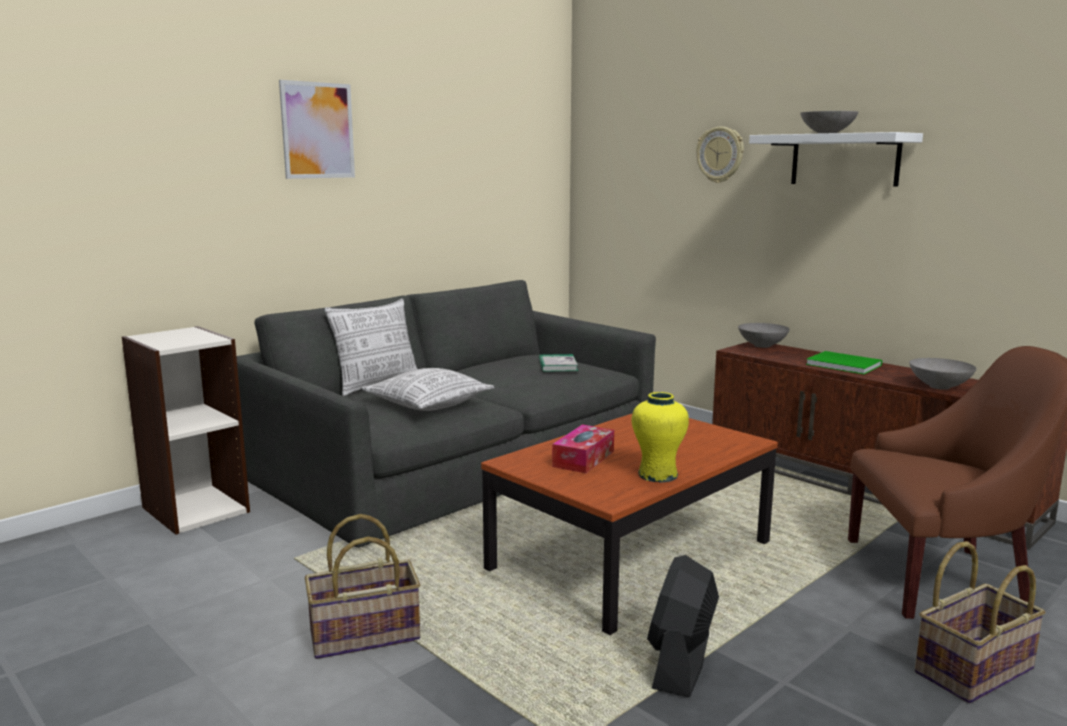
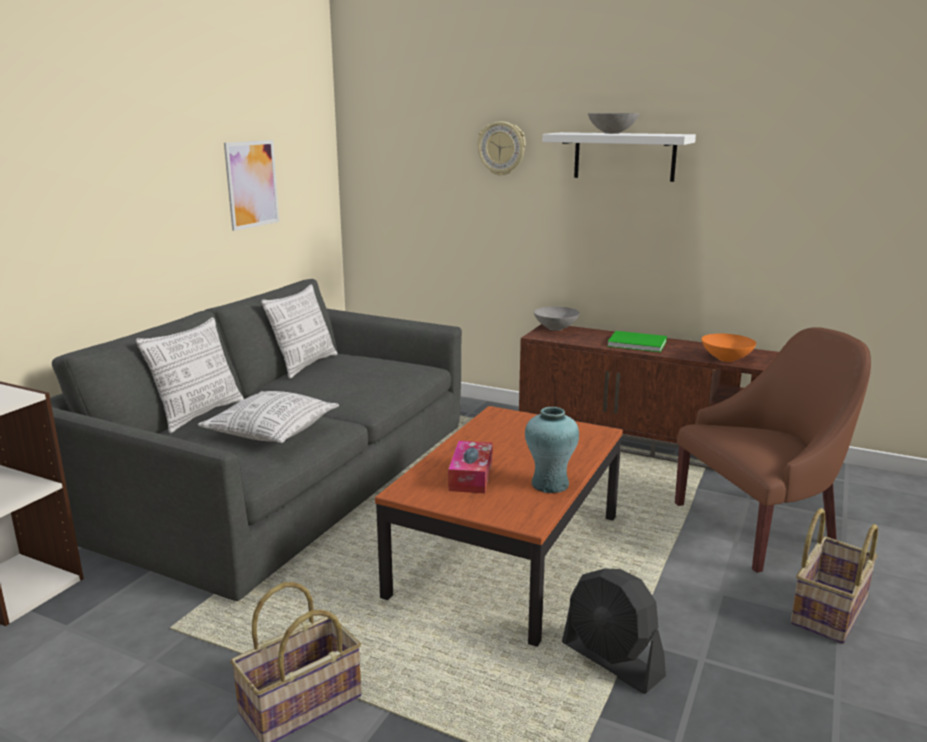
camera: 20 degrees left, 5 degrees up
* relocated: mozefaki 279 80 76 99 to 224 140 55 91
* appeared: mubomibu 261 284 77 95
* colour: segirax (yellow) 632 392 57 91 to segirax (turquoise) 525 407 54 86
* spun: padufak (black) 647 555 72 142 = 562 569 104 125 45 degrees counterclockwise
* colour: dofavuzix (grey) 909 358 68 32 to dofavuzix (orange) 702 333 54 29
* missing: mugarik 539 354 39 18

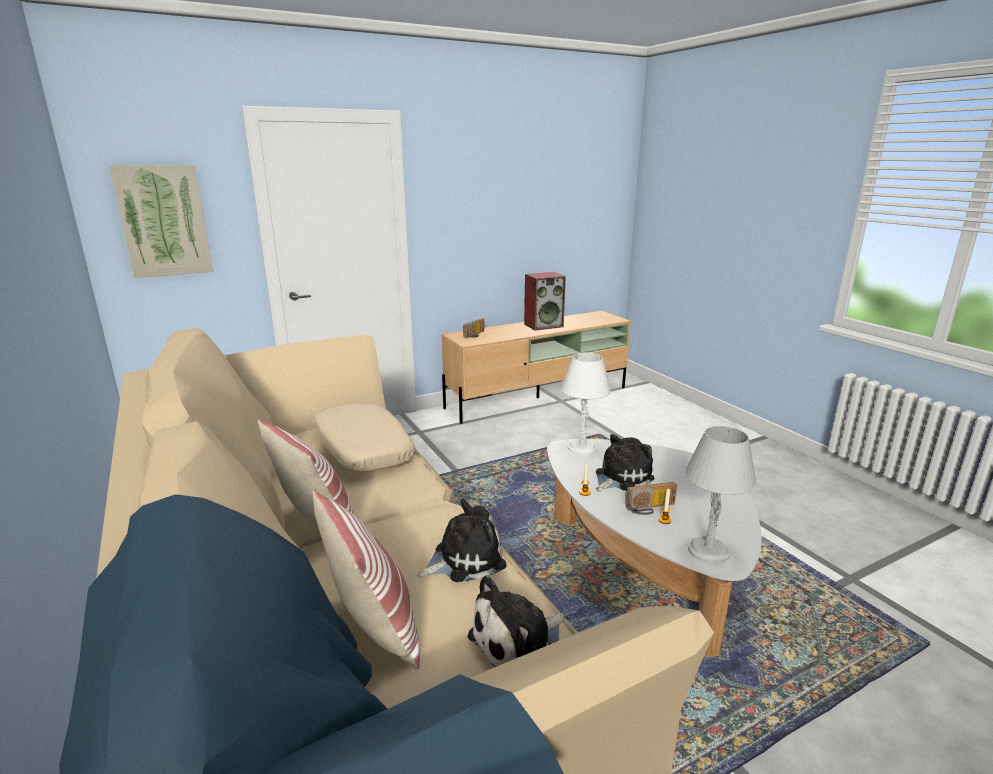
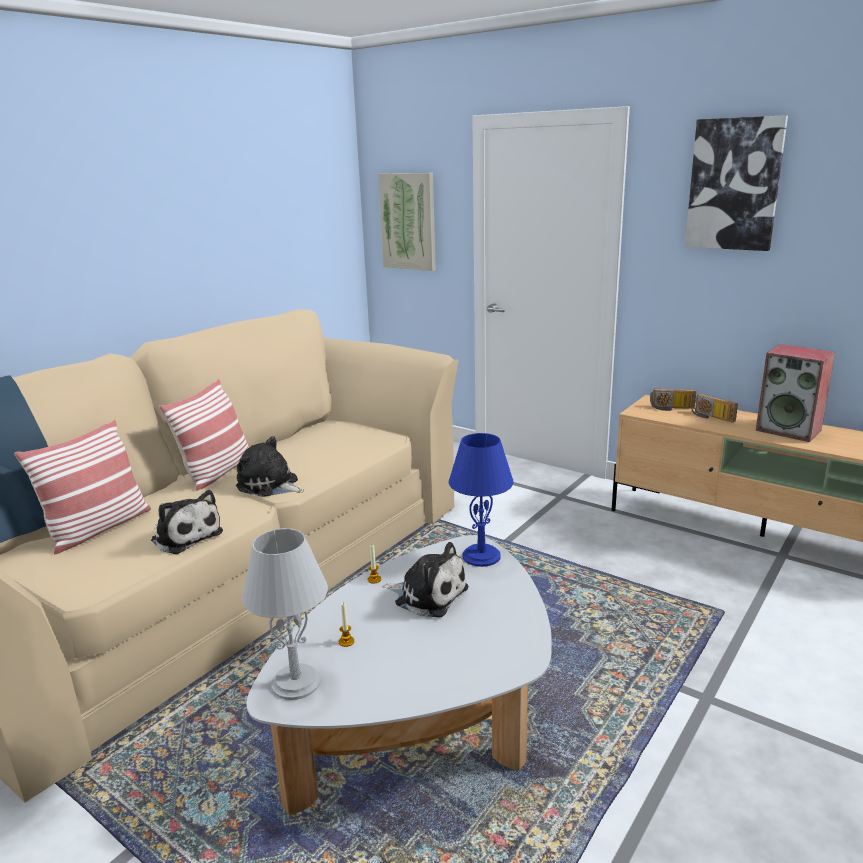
camera: 65 degrees right, 0 degrees up
* relocated: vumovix 468 575 97 92 to 236 436 69 61
* colour: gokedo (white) 561 353 50 102 to gokedo (blue) 449 433 65 134
* appeared: mozefaki 685 115 103 136
* relocated: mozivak 625 482 52 33 to 691 394 47 29
* missing: mubomibu (beige) 312 402 104 70

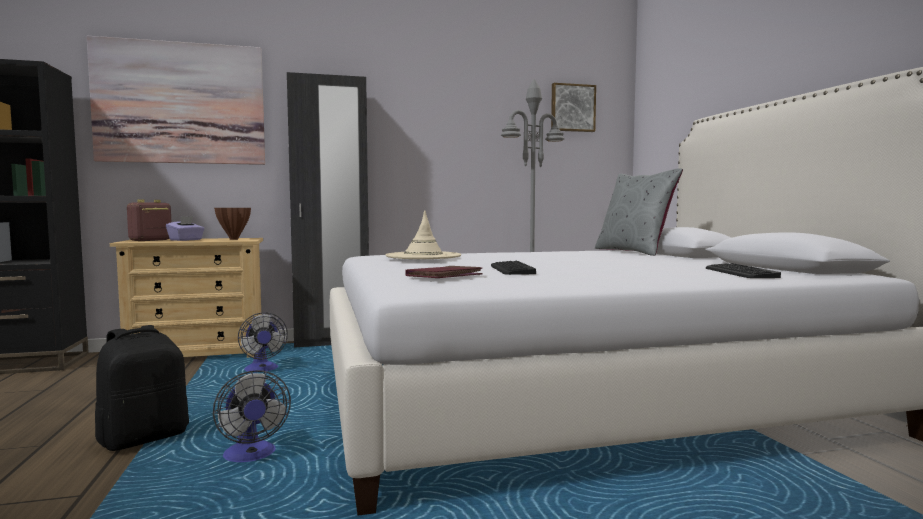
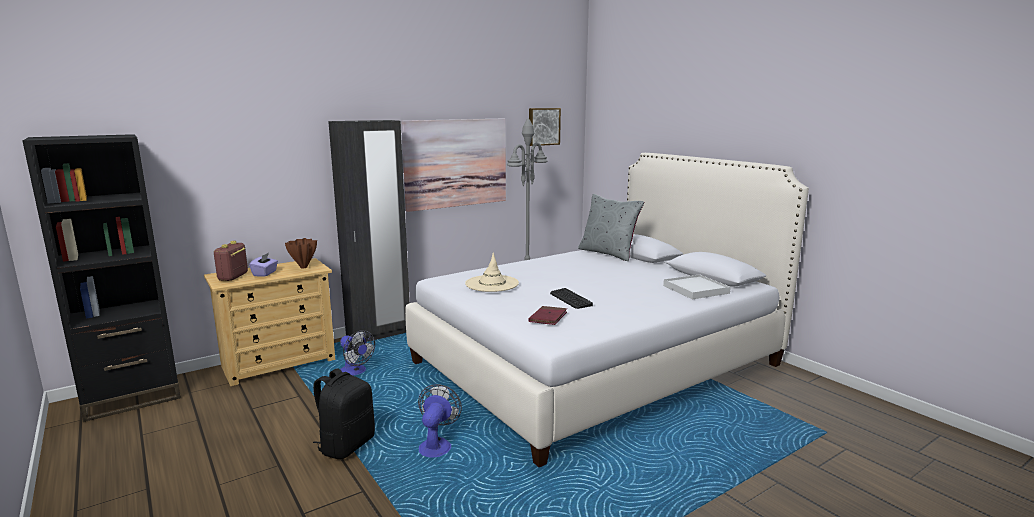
camera: 20 degrees left, 10 degrees up
* relocated: mozefaki 87 36 178 129 to 401 119 105 93
* spun: padufak 213 370 78 92 = 418 384 44 74 120 degrees counterclockwise
* exchanged: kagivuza 706 263 75 15 to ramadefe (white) 663 274 68 25

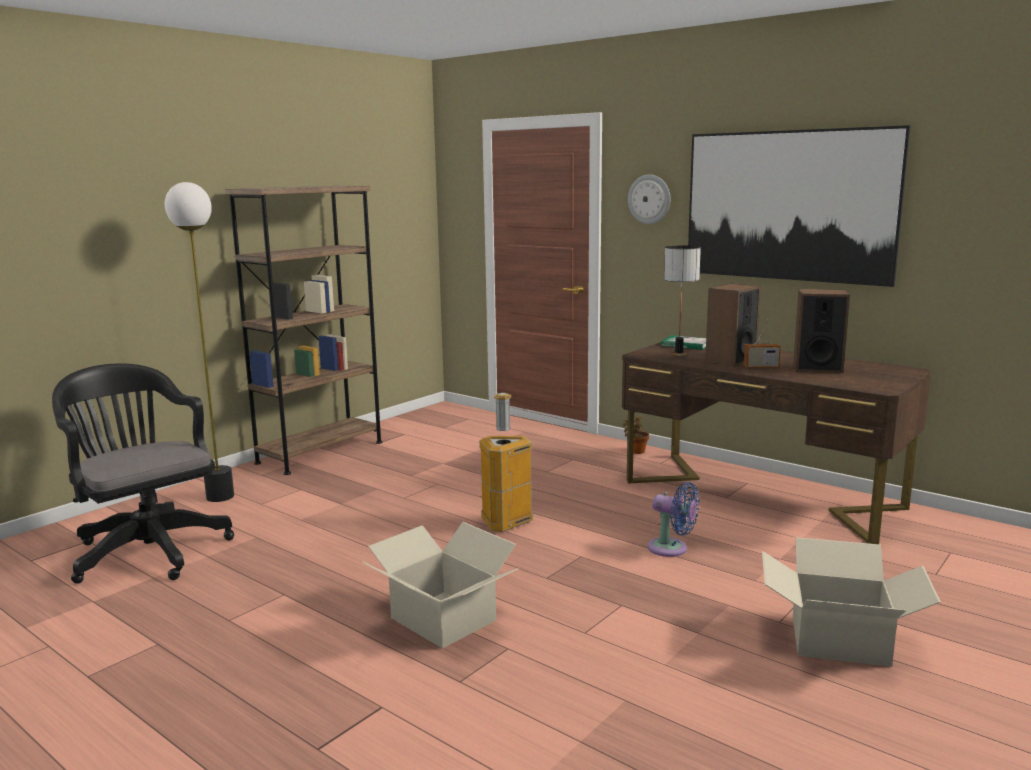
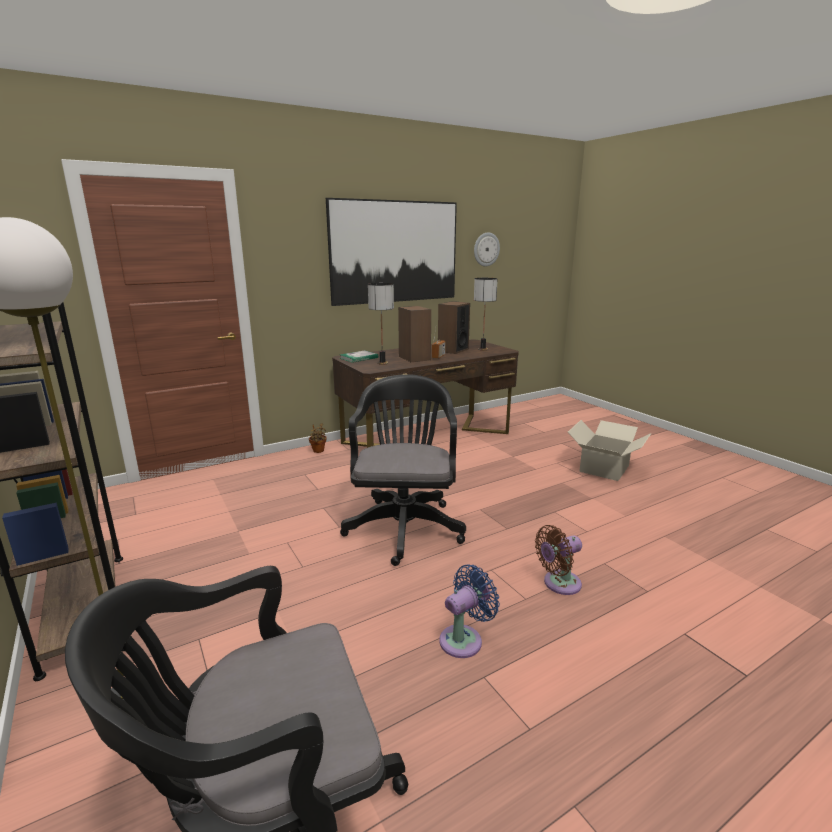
camera: 70 degrees left, 5 degrees up
* exchanged: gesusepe 479 393 54 139 to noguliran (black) 340 374 126 192
* relocated: padufak (blue) 648 482 52 75 to 439 564 61 94
* relocated: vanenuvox 628 174 42 50 to 474 232 26 34
* appeared: gokedo 474 278 24 72
* exchanged: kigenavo 363 522 155 127 to padufak (brown) 535 525 47 70

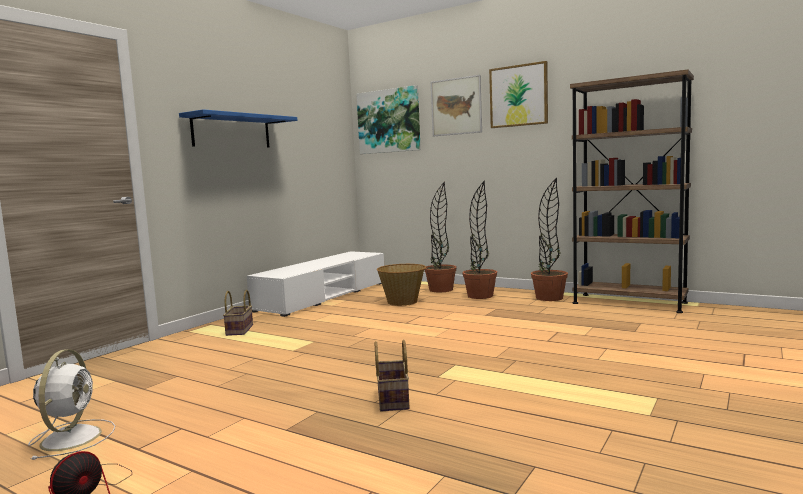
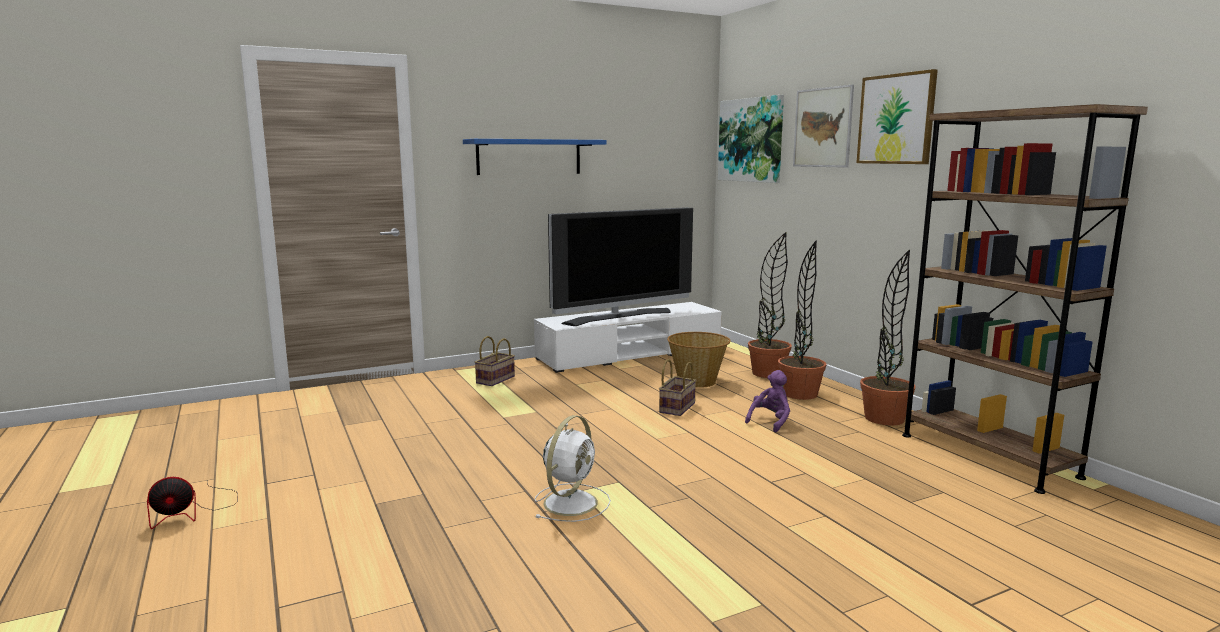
camera: 30 degrees right, 5 degrees up
* relocated: padufak (white) 28 349 88 111 to 535 415 76 107
* appeared: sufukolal 548 207 145 119
* relocated: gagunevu 374 339 36 72 to 659 359 37 57
* appeared: vumovix (purple) 745 370 45 62

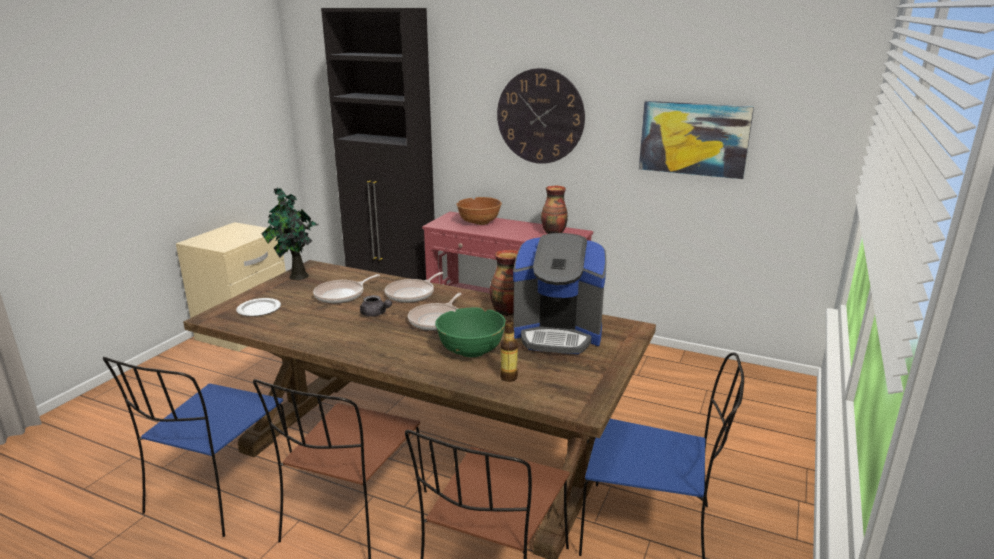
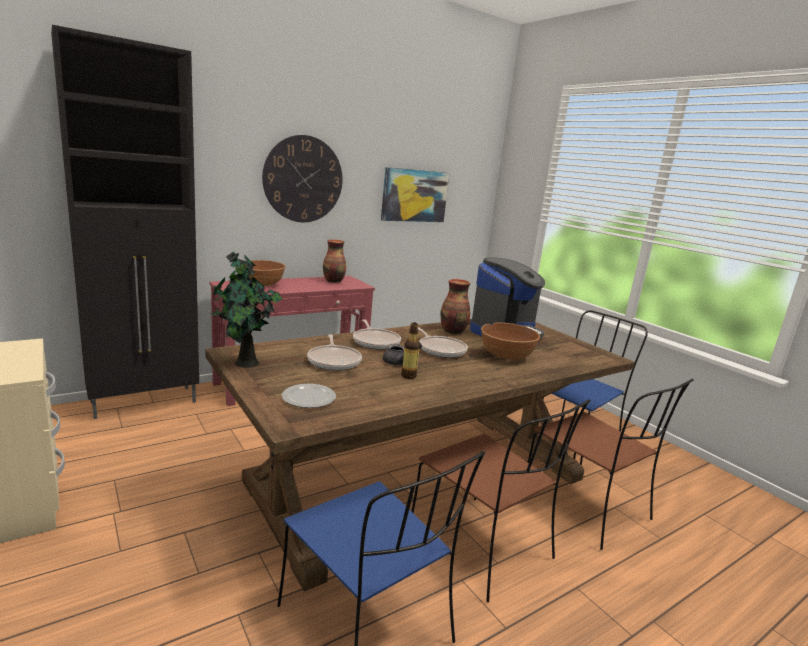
camera: 60 degrees left, 5 degrees down
* relocated: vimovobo 500 320 18 62 to 401 322 19 57
* colour: dofavuzix (green) 435 308 71 49 to dofavuzix (brown) 481 323 59 38

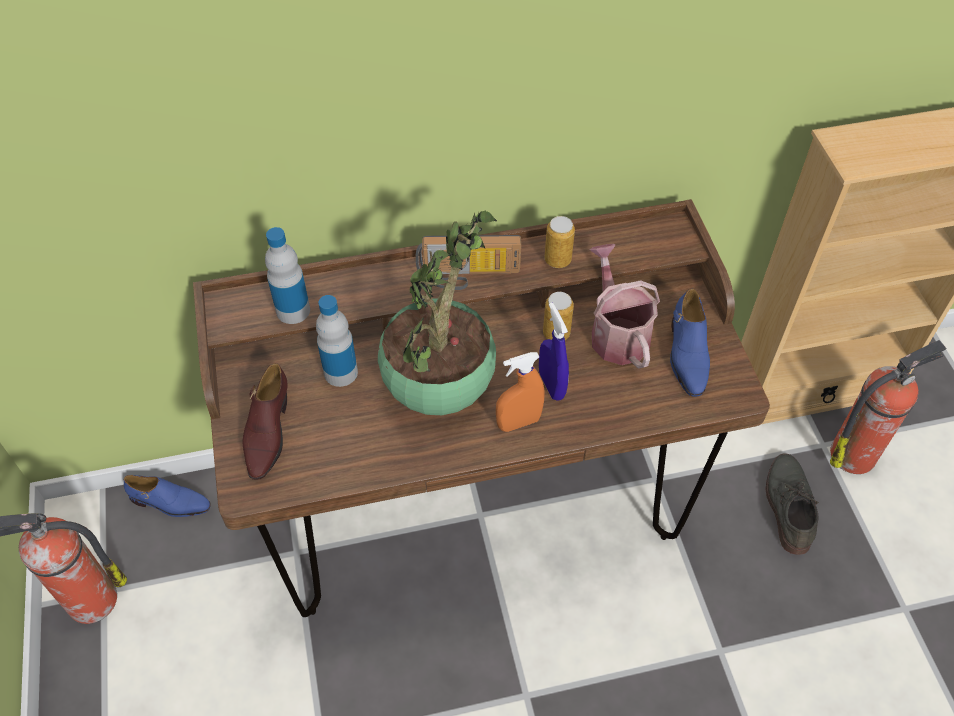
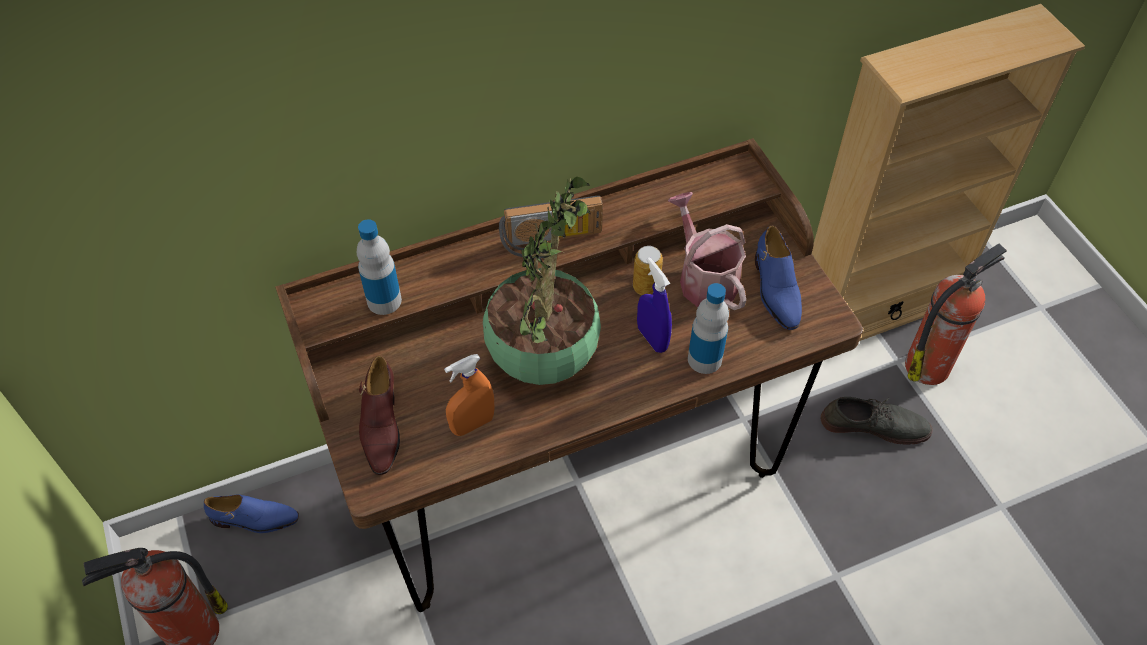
camera: 10 degrees left, 0 degrees up
* relocated: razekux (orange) 496 352 49 80 to 444 354 51 82
* relocated: vimovobo 316 295 42 92 to 688 283 41 91
* spun: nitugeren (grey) 765 453 54 102 = 821 397 112 48 105 degrees clockwise
* missing: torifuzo 544 216 31 52

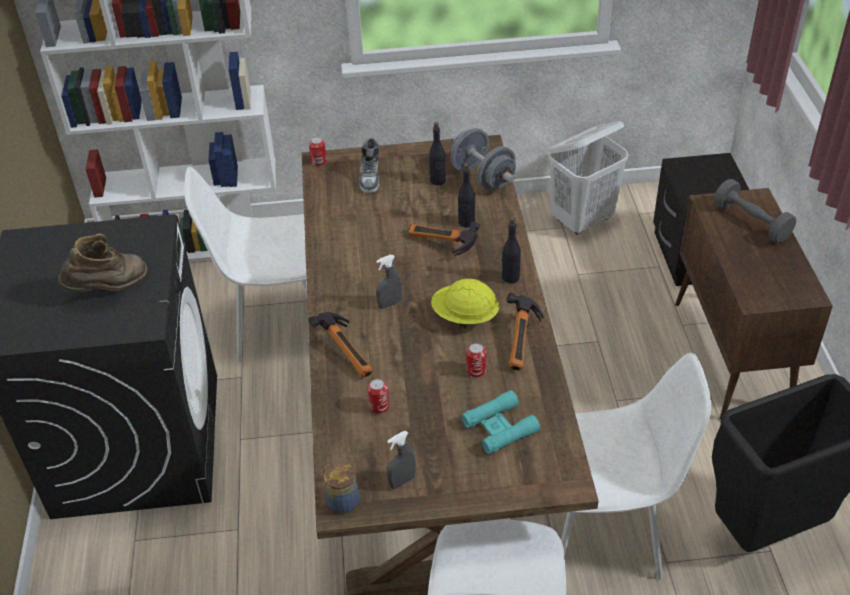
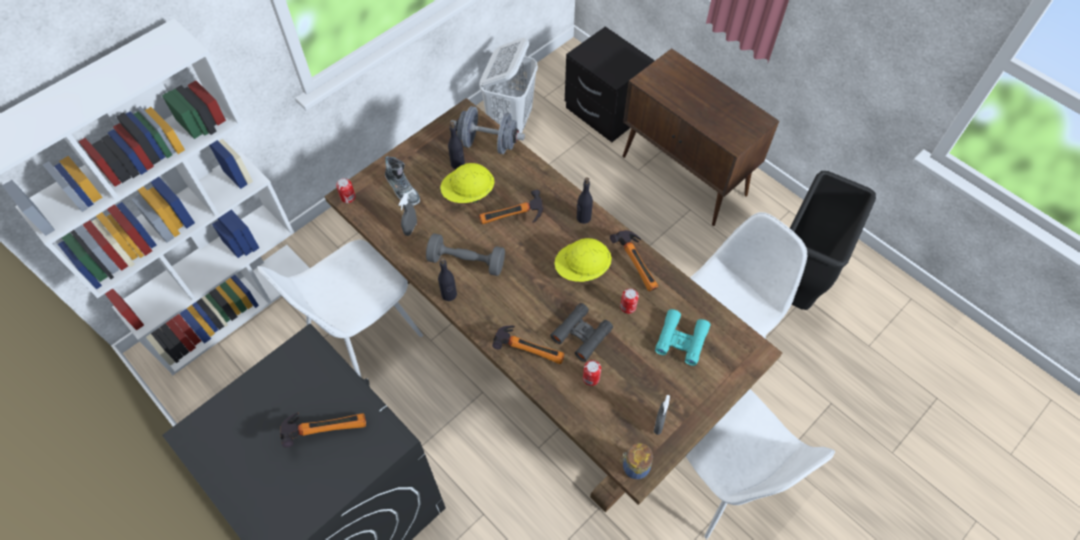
camera: 40 degrees left, 15 degrees up
* exchanged: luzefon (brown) 58 234 89 58 to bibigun 280 412 86 36
* relocated: razekux (grey) 376 255 26 54 to 398 193 19 43
* relocated: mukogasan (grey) 714 179 82 64 to 426 233 79 43
* relocated: vimovobo (black) 458 163 17 65 to 438 257 19 44
* appeared: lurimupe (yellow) 440 163 54 40
* appeared: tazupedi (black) 550 303 63 59

